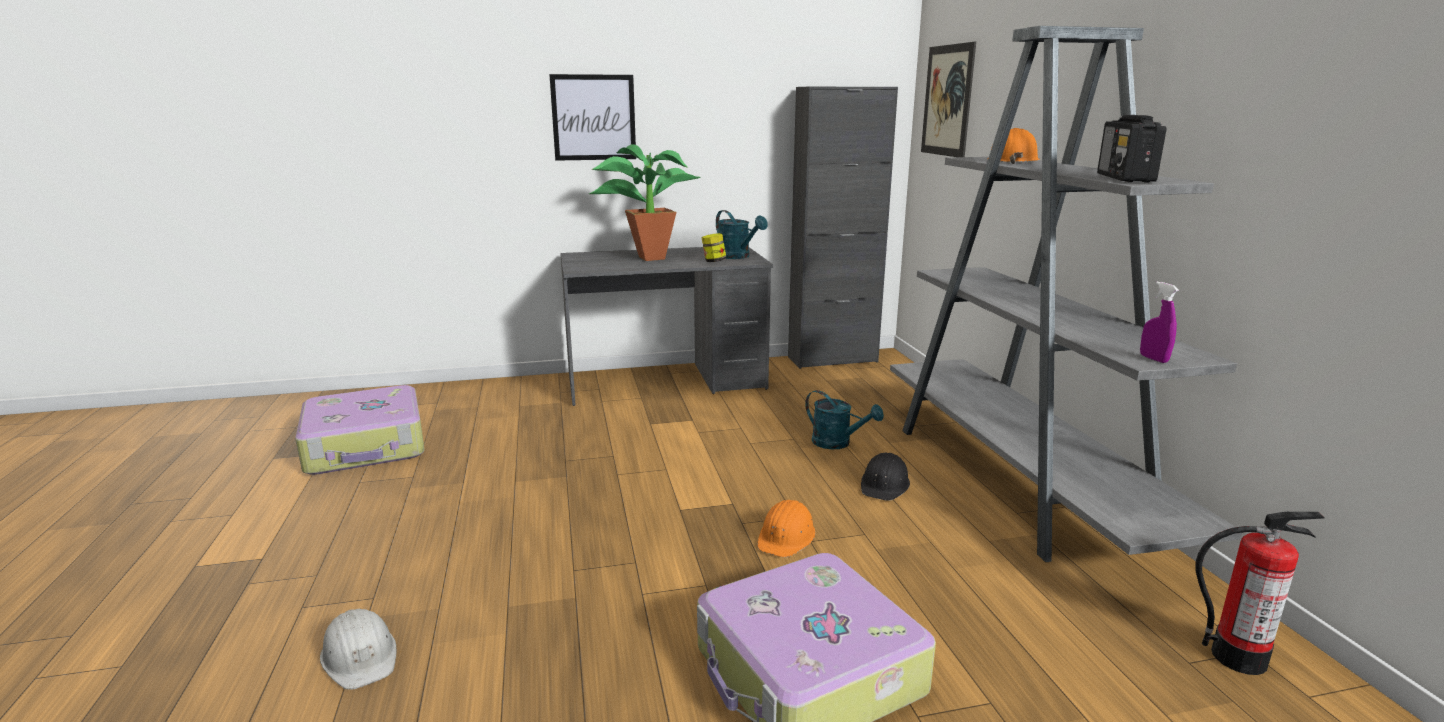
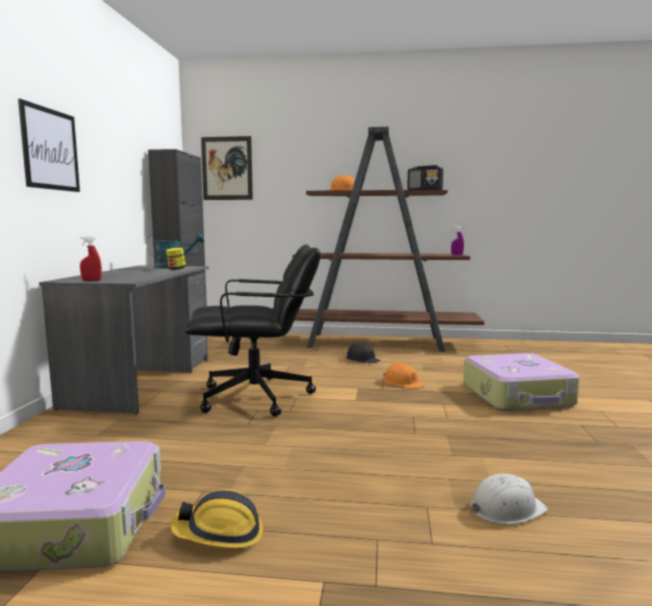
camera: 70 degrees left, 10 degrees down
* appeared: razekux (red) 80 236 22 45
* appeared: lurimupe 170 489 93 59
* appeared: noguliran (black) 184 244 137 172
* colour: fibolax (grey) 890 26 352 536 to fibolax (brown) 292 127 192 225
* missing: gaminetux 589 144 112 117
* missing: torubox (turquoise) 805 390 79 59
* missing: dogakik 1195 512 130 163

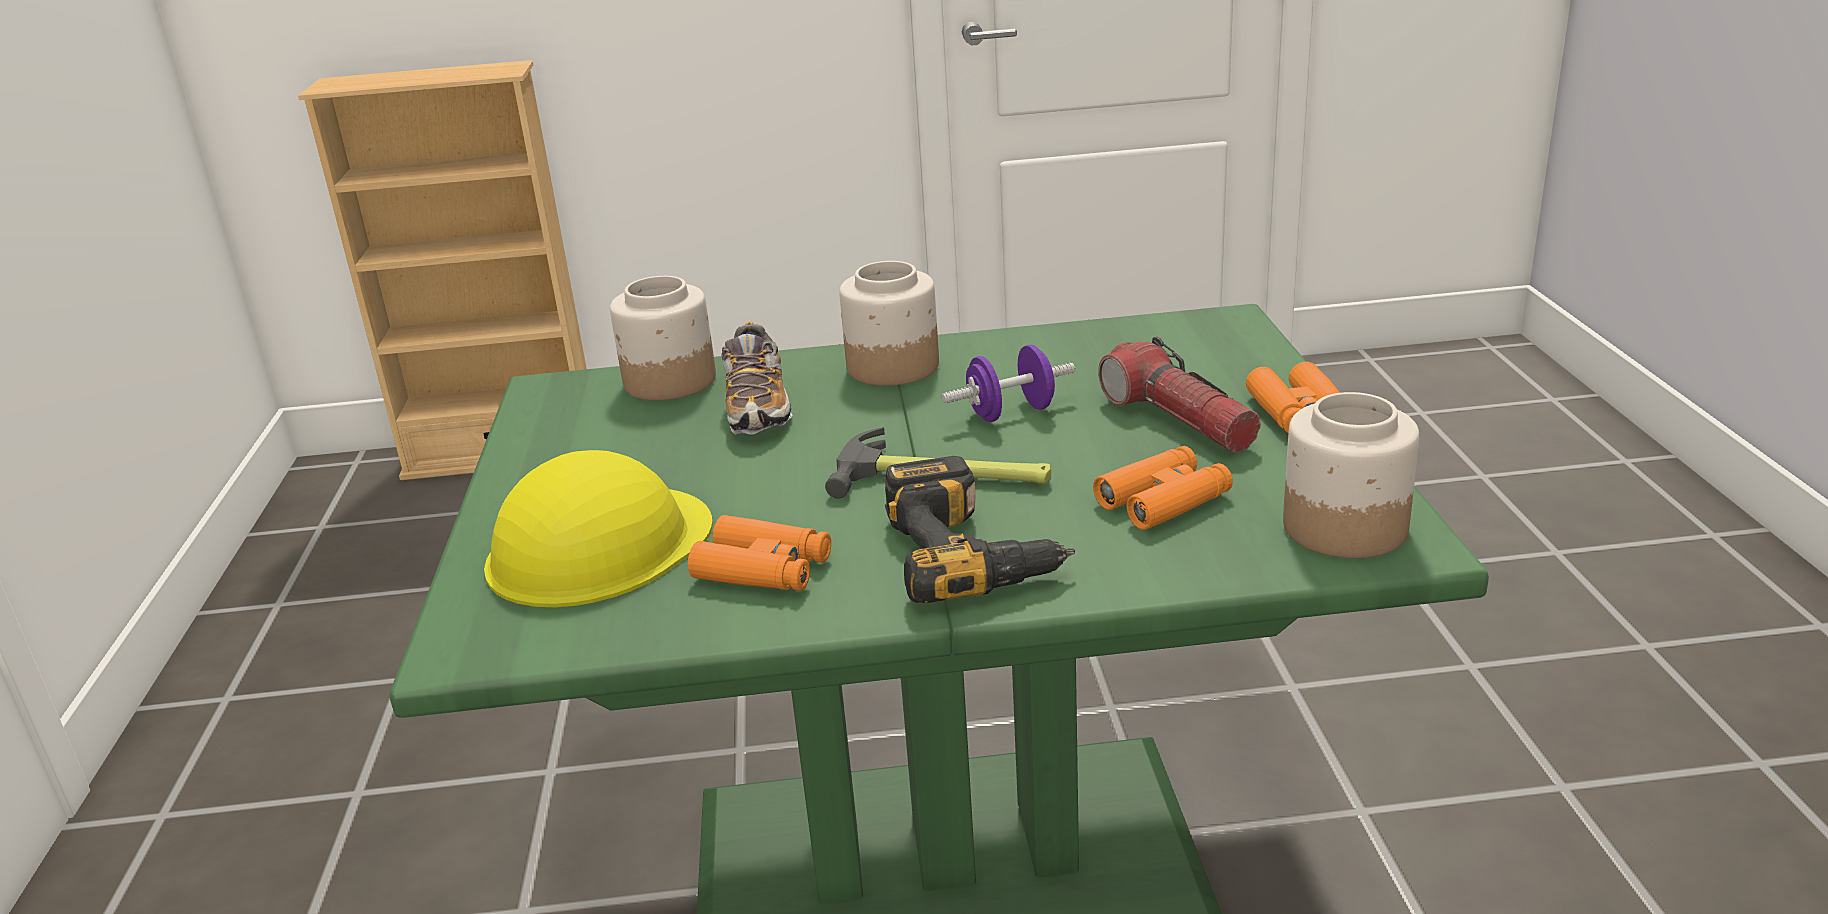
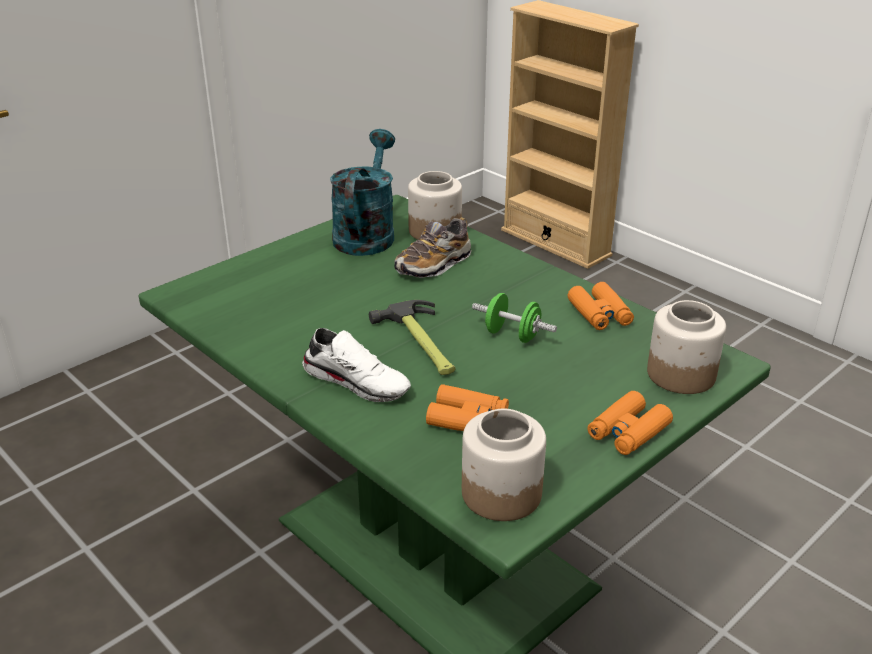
camera: 50 degrees right, 5 degrees up
* exchanged: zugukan 883 456 192 147 to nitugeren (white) 302 328 109 74
* appeared: torubox (turquoise) 330 129 65 127
* colour: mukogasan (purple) 942 345 133 77 to mukogasan (green) 472 293 85 50
* relocated: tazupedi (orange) 688 515 143 76 to 568 282 66 48
* relocated: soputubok 839 261 100 125 to 647 300 79 94
* missing: lurimupe (yellow) 484 450 229 157
* missing: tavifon 1098 337 163 116

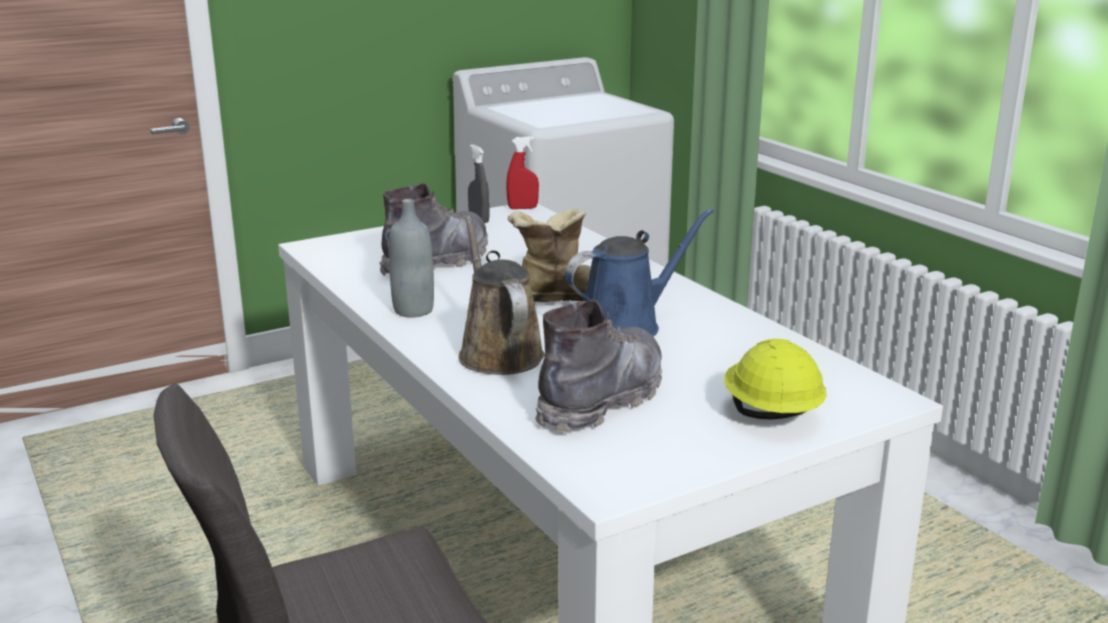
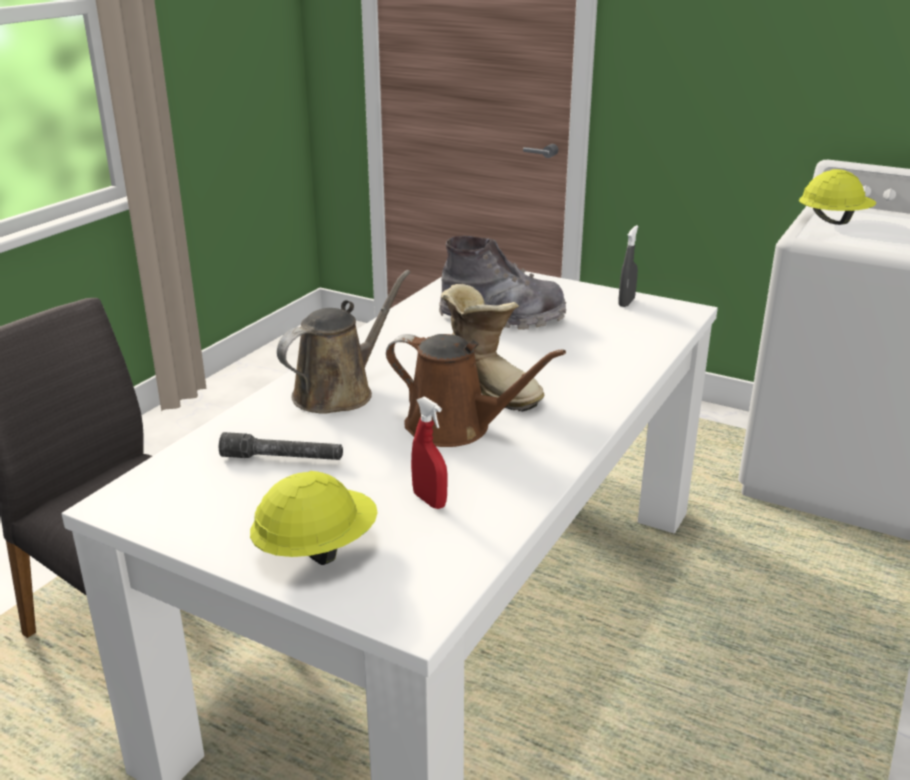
camera: 60 degrees right, 5 degrees up
* exchanged: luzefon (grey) 535 299 127 134 to tavifon (grey) 219 432 124 28
* colour: torubox (blue) 565 208 149 129 to torubox (brown) 386 334 180 113
* relocated: razekux (red) 506 136 33 73 to 411 396 37 113
* appeared: lurimupe (yellow) 799 169 77 56
* missing: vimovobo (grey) 389 199 45 119

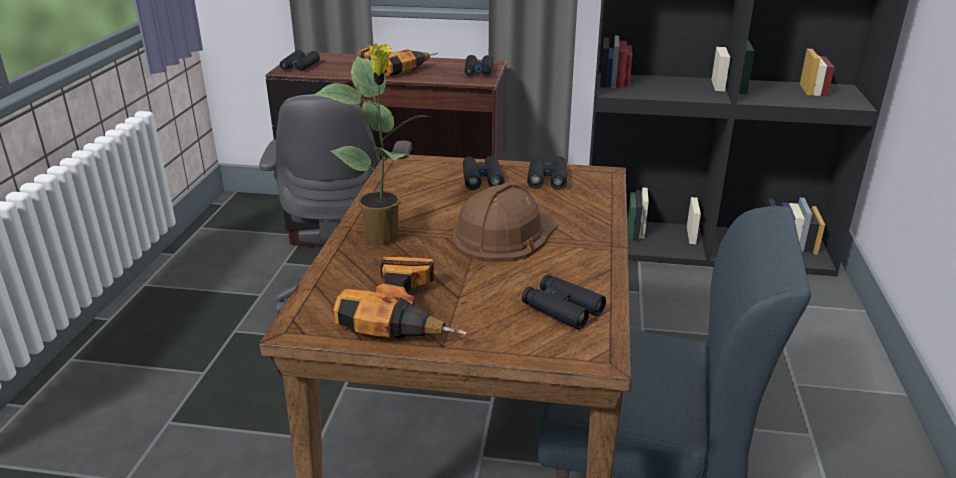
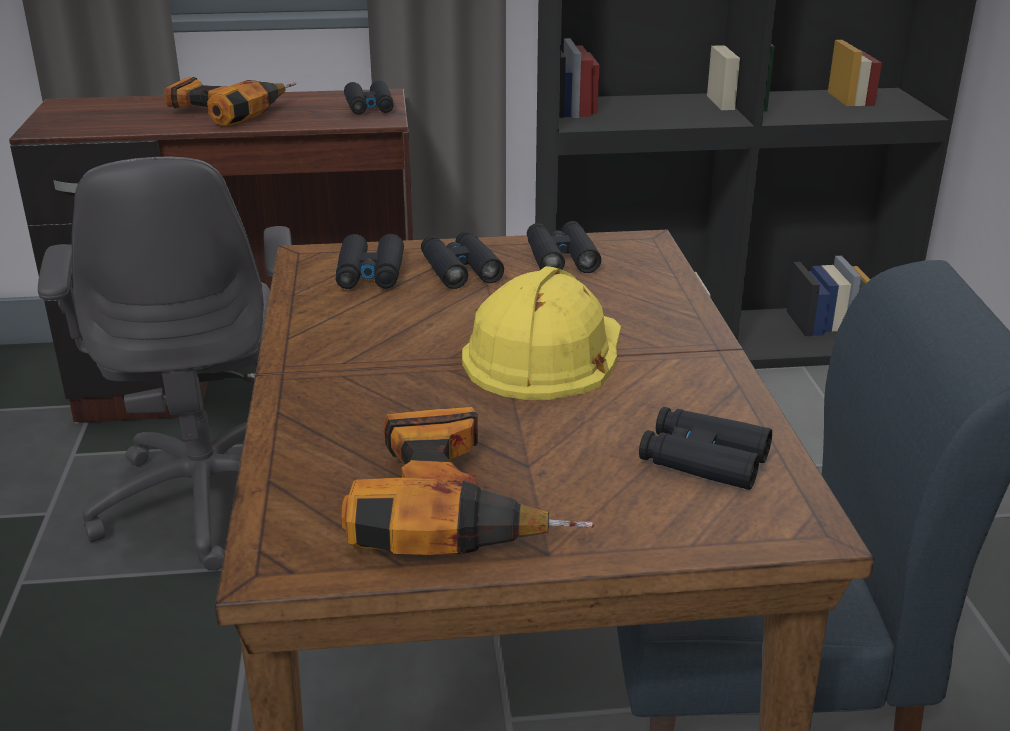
camera: 15 degrees left, 0 degrees up
* relocated: tazupedi (black) 280 50 40 21 to 336 234 68 55
* colour: lurimupe (brown) 453 183 106 79 to lurimupe (yellow) 462 266 159 134
* missing: gaminetux 313 43 118 203

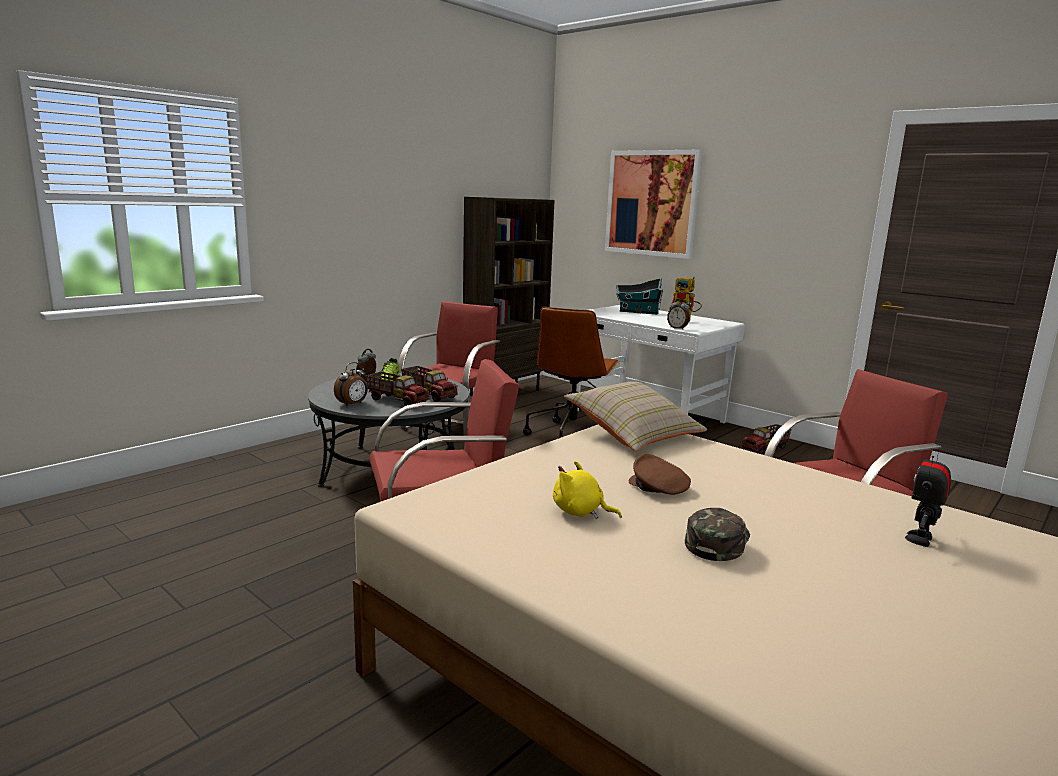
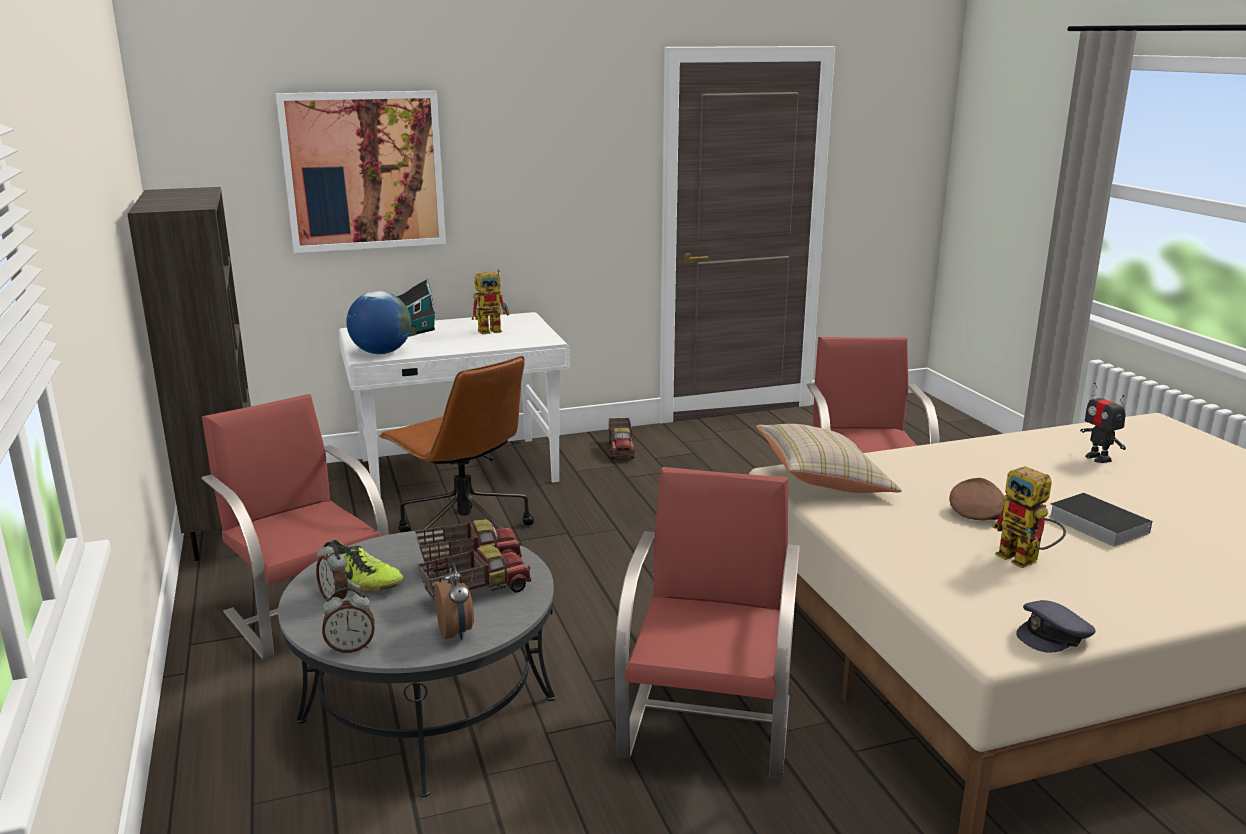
camera: 60 degrees left, 5 degrees up
* relocated: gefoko 667 299 23 31 to 322 587 53 66
* appeared: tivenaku 346 291 65 63
* spun: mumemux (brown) 629 453 62 42 = 949 478 56 42 120 degrees clockwise
* exchanged: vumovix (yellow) 553 461 69 58 to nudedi 992 466 74 102
* appeared: mumemux (grey) 1016 600 80 53
* exchanged: mumemux (green) 685 508 65 53 to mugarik 1048 493 104 54

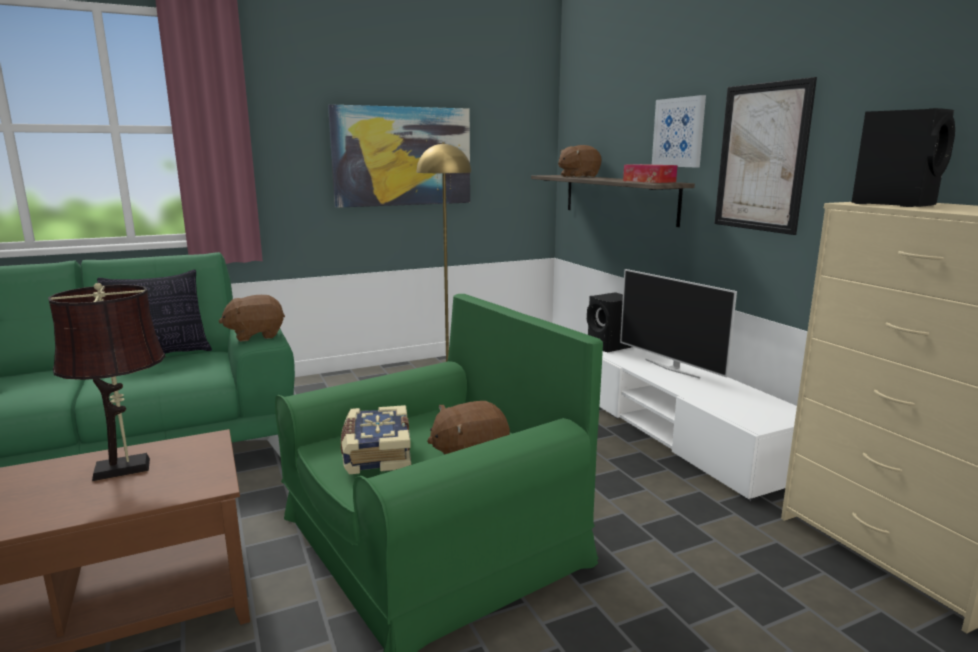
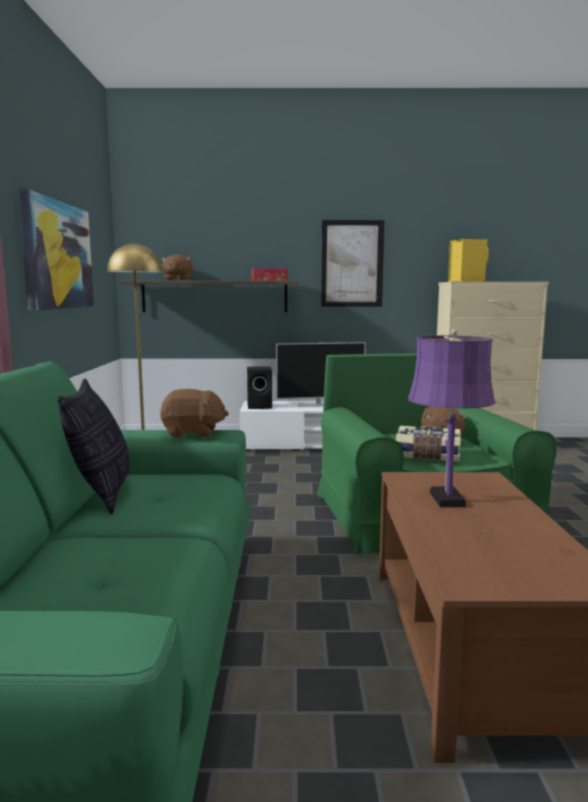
camera: 65 degrees left, 5 degrees down
* spun: vumovix (brown) 218 295 67 47 = 160 389 69 49 90 degrees counterclockwise
* colour: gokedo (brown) 48 283 117 198 to gokedo (purple) 408 329 88 178
* colour: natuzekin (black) 852 108 103 99 to natuzekin (yellow) 448 239 41 43
* missing: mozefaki 652 95 54 72

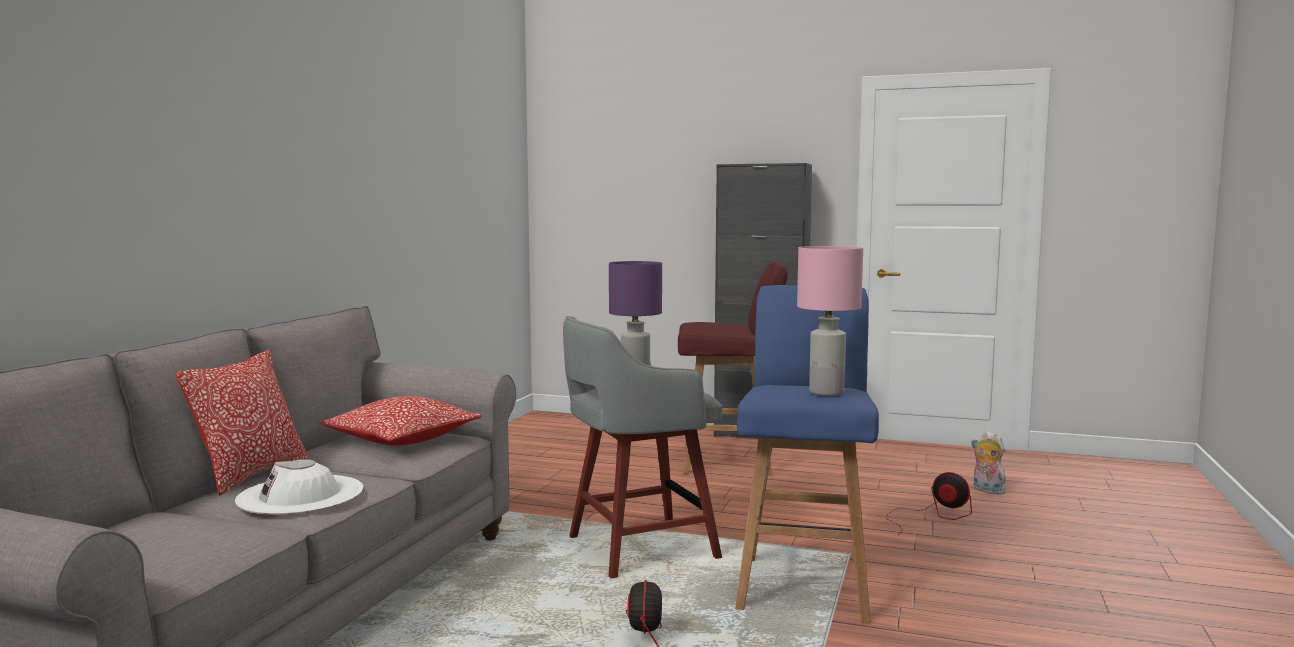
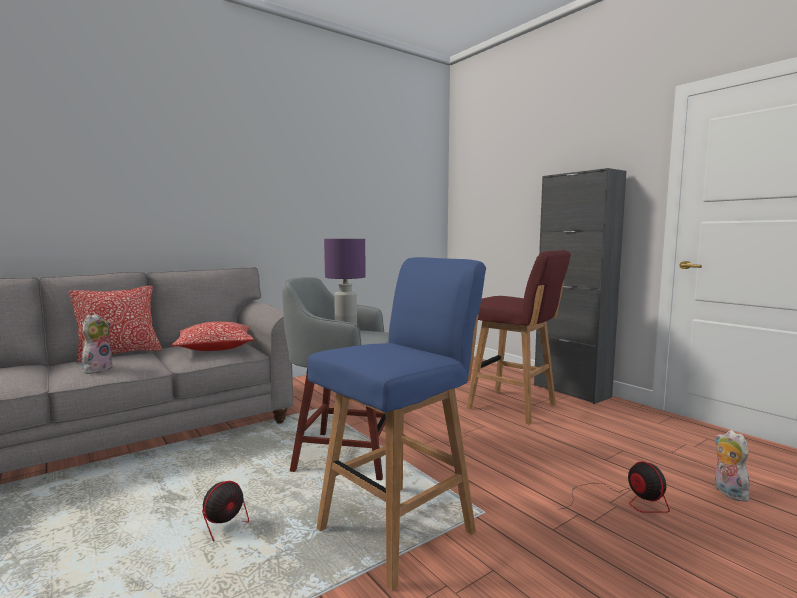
camera: 35 degrees right, 0 degrees up
* exchanged: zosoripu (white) 235 459 128 56 to vumovix 82 314 31 60
* missing: gokedo (pink) 797 246 66 150

